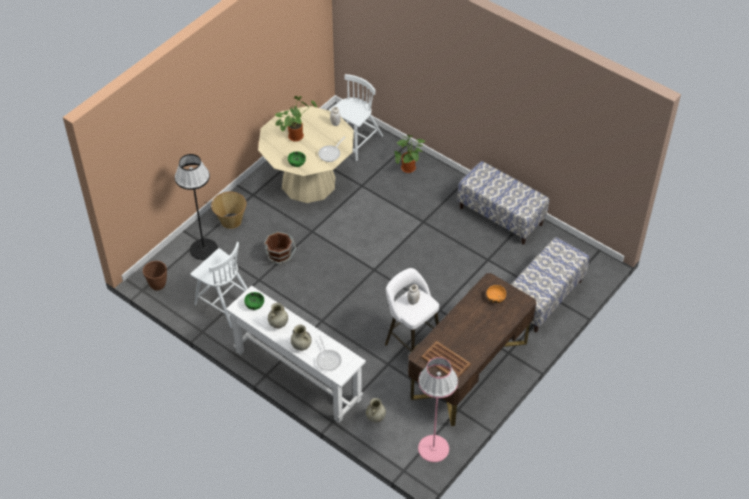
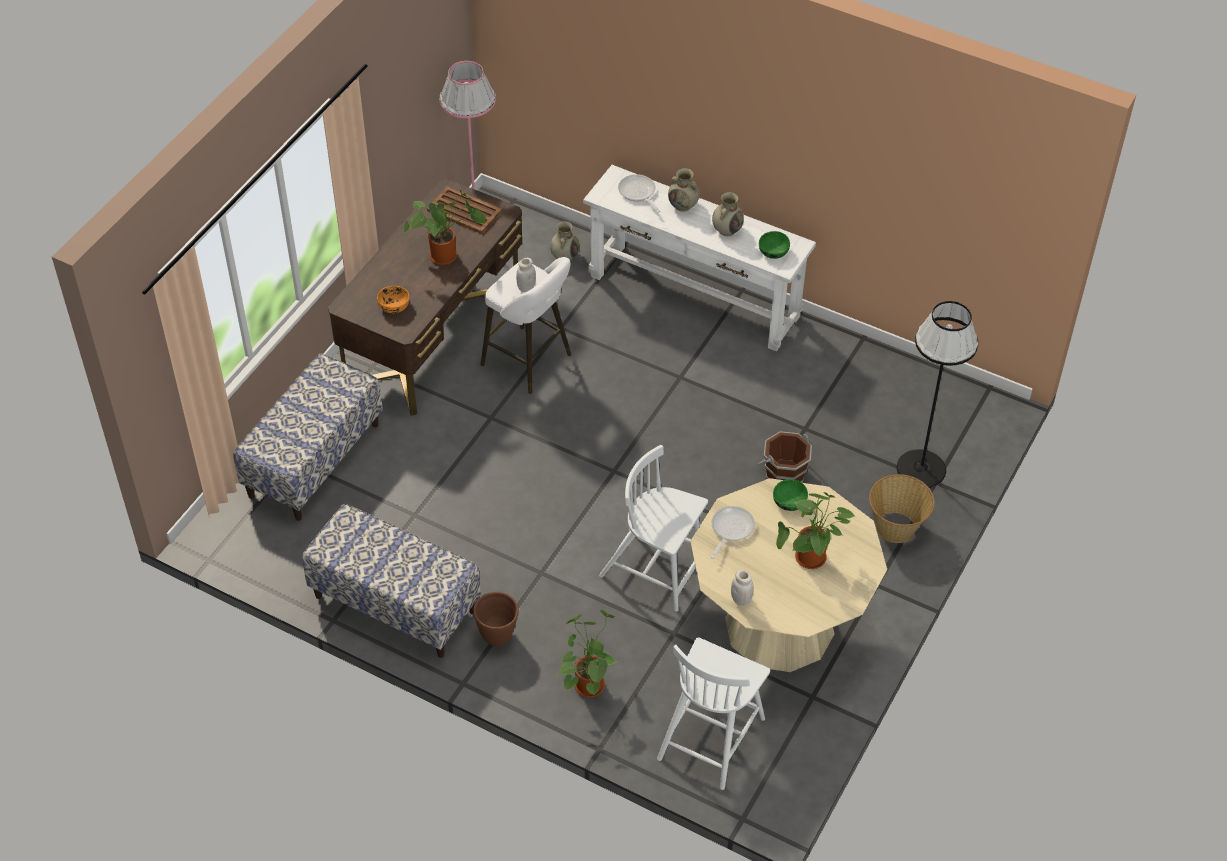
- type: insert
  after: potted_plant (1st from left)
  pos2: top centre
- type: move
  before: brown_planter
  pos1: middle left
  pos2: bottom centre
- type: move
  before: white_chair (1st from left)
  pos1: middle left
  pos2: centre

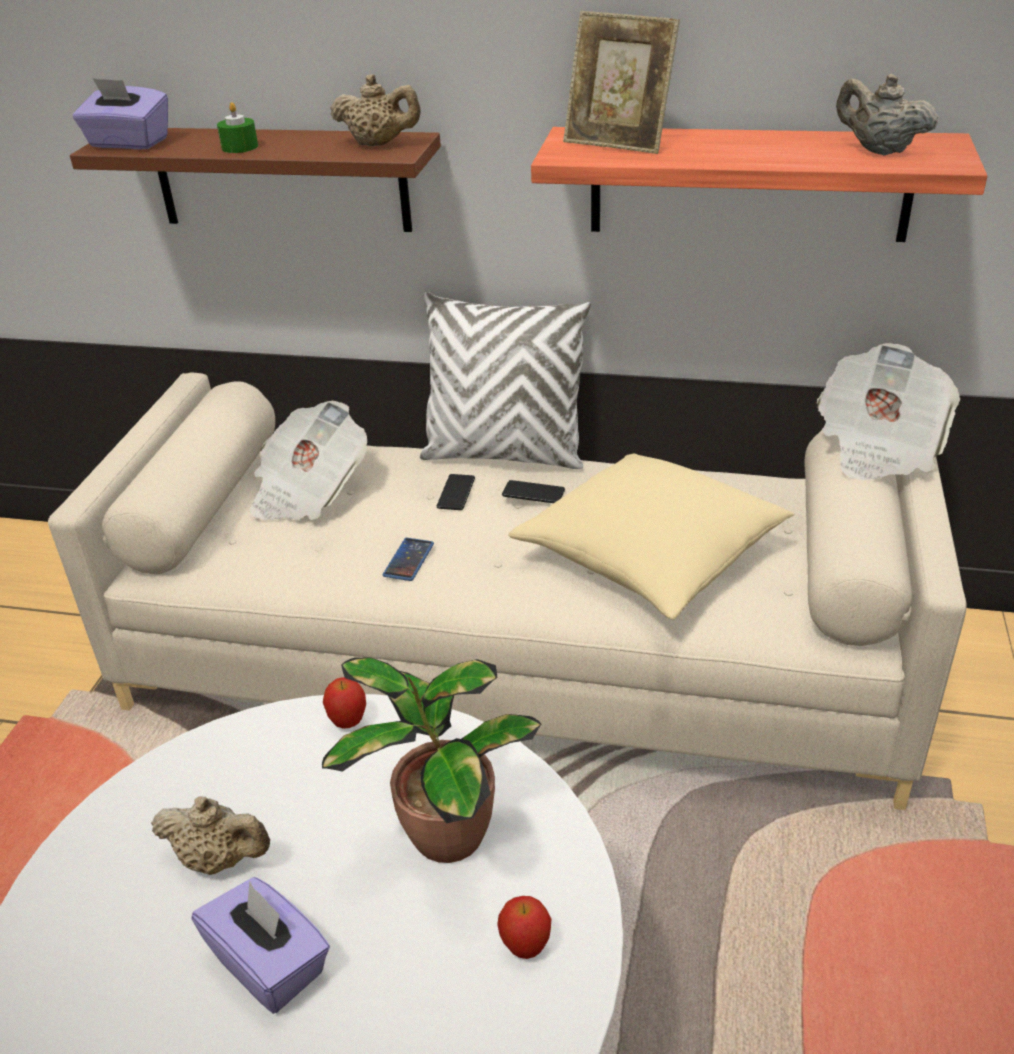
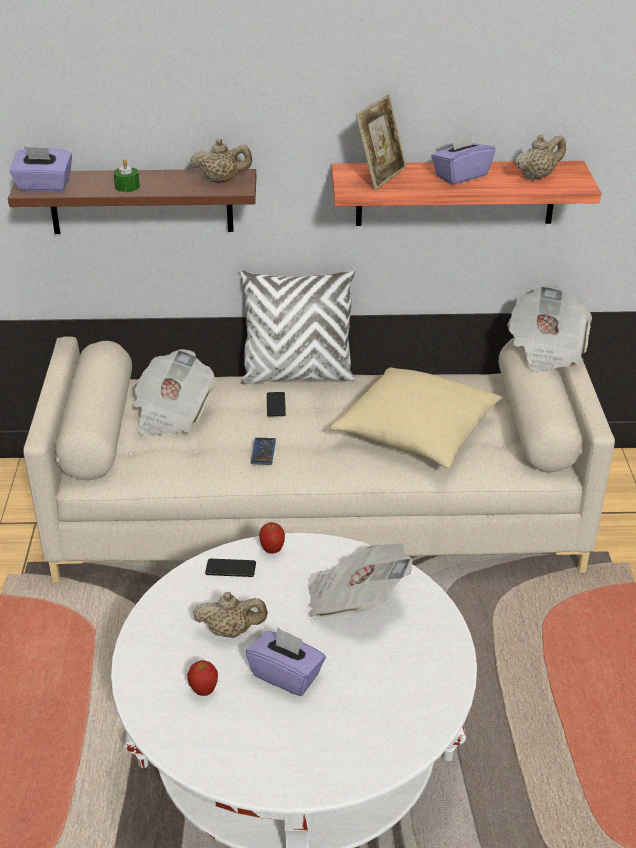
- type: move
  before: apple (2nd from left in the first image)
  after: apple (1st from left)
  pos1: bottom centre
  pos2: bottom left
- type: move
  before: phone (3rd from left in the first image)
  after: phone (1st from left)
  pos1: centre
  pos2: bottom centre
- type: replace
  before: potted_plant
  after: newspaper (2nd from left)
  pos1: bottom centre
  pos2: bottom centre
- type: rotate
  before: picture_frame
  pos1: top centre
  pos2: top centre
  turn: -75
- type: insert
  after: purple_tissue_box (3rd from left)
  pos2: top right
- type: rotate
  before: beige_teapot (3rd from left)
  pos1: top right
  pos2: top right
  turn: 120

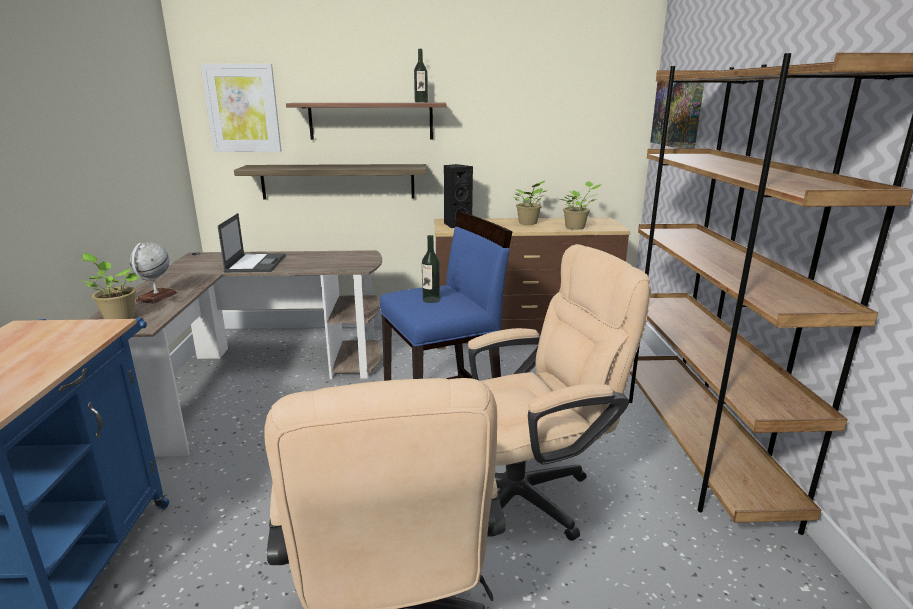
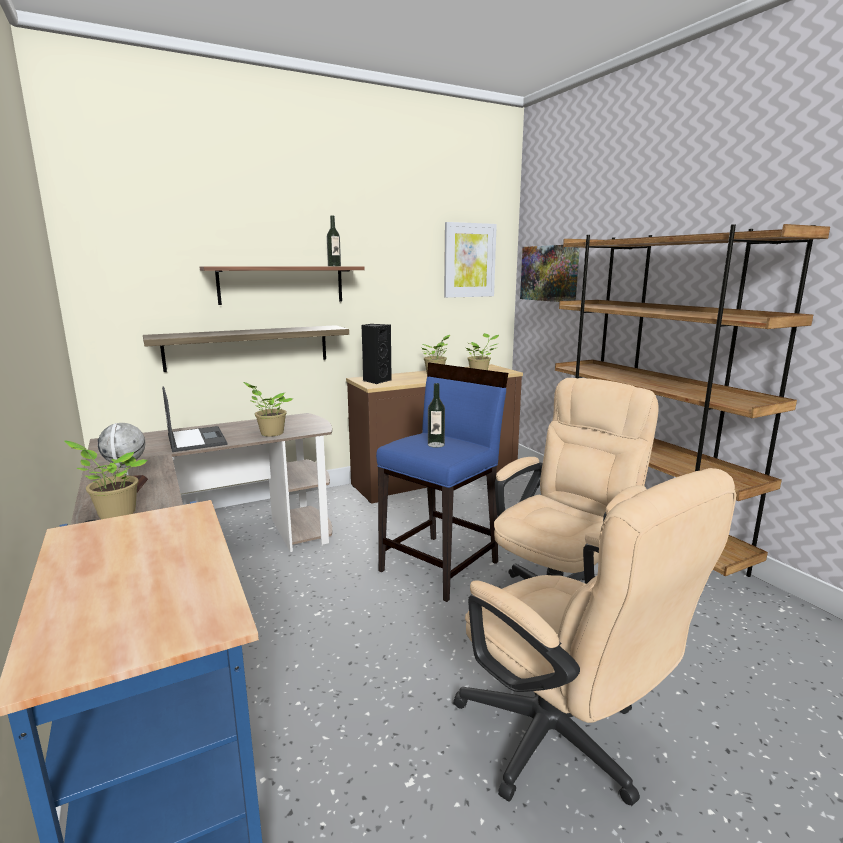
- type: insert
  after: potted_plant (2nd from left)
  pos2: middle left
- type: move
  before: picture (1st from left)
  pos1: top left
  pos2: top centre

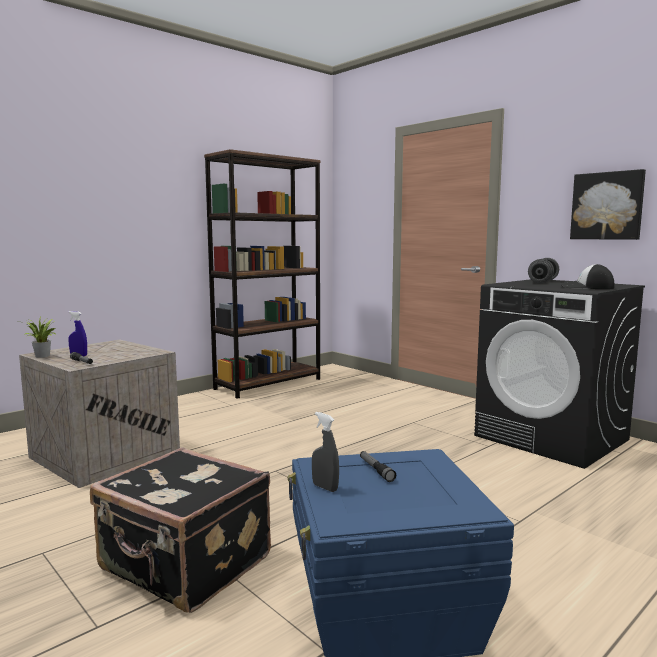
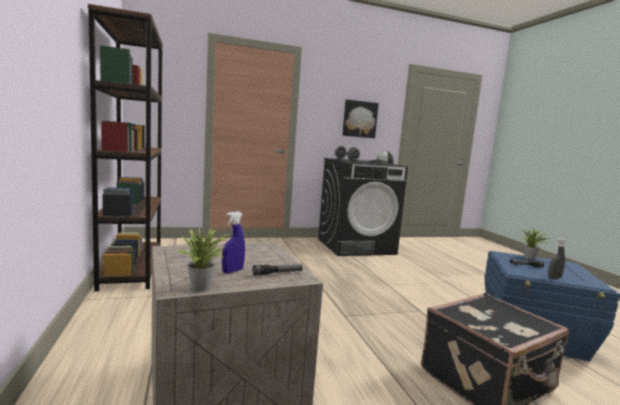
- type: insert
  after: potted_plant (2nd from left)
  pos2: middle right

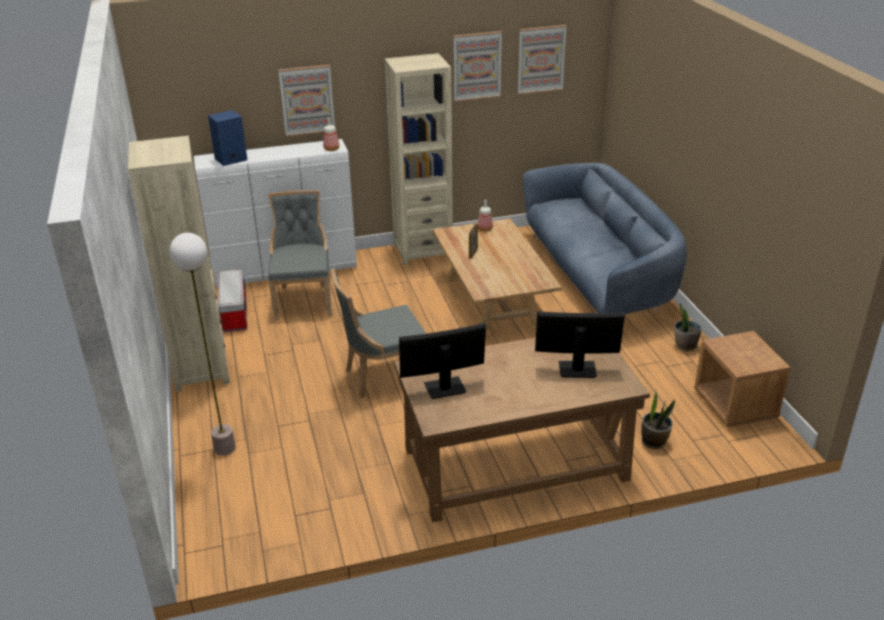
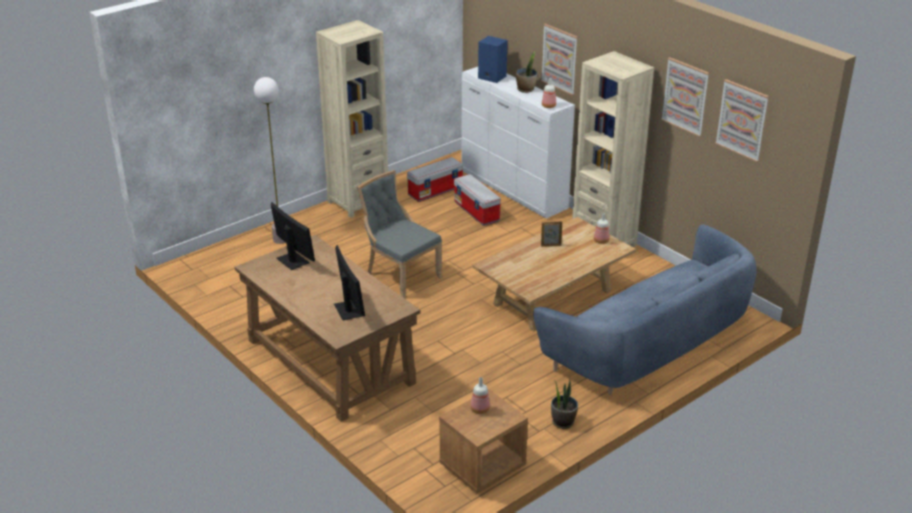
- type: replace
  before: grey_chair (1st from left)
  after: storage_box (2nd from left)
  pos1: centre
  pos2: centre
- type: insert
  after: bottle (1st from left)
  pos2: bottom centre
- type: move
  before: potted_plant (1st from left)
  pos1: bottom right
  pos2: top centre

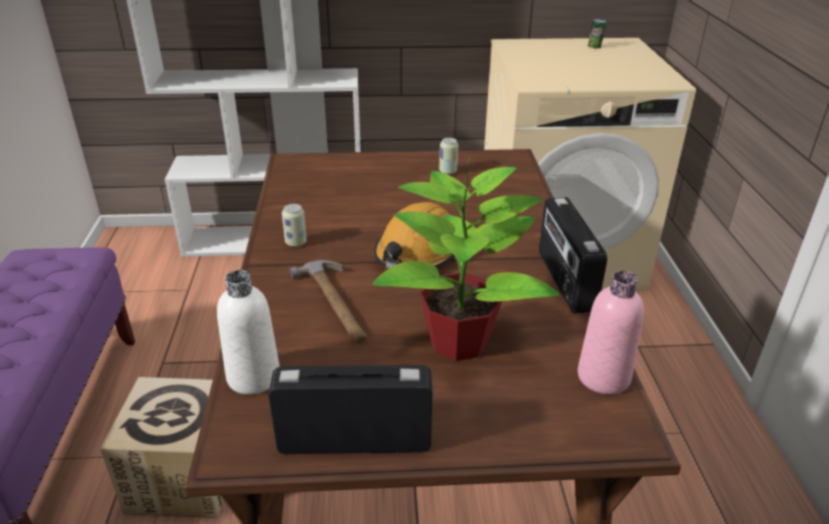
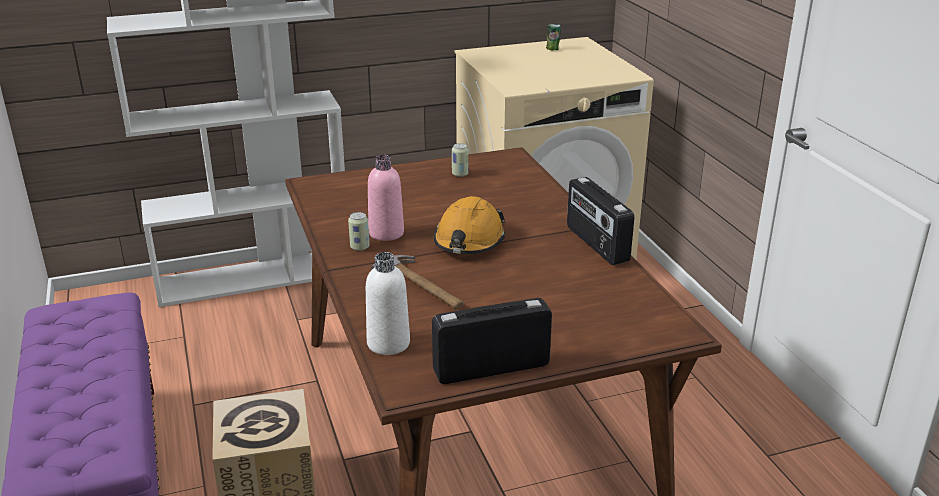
- type: move
  before: pink_bottle
  pos1: middle right
  pos2: centre
- type: delete
  before: potted_plant
  pos1: centre

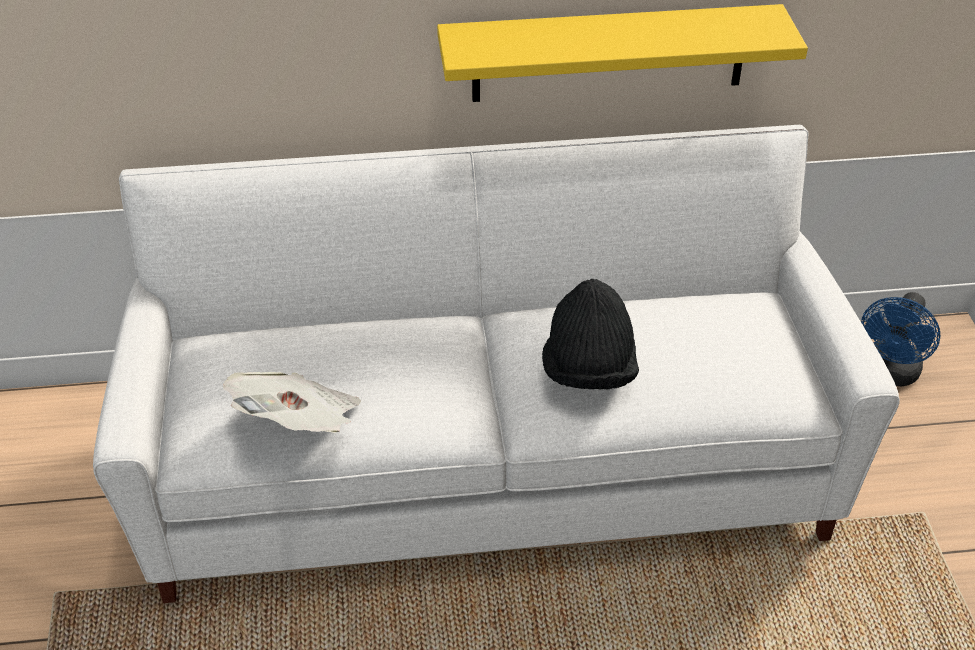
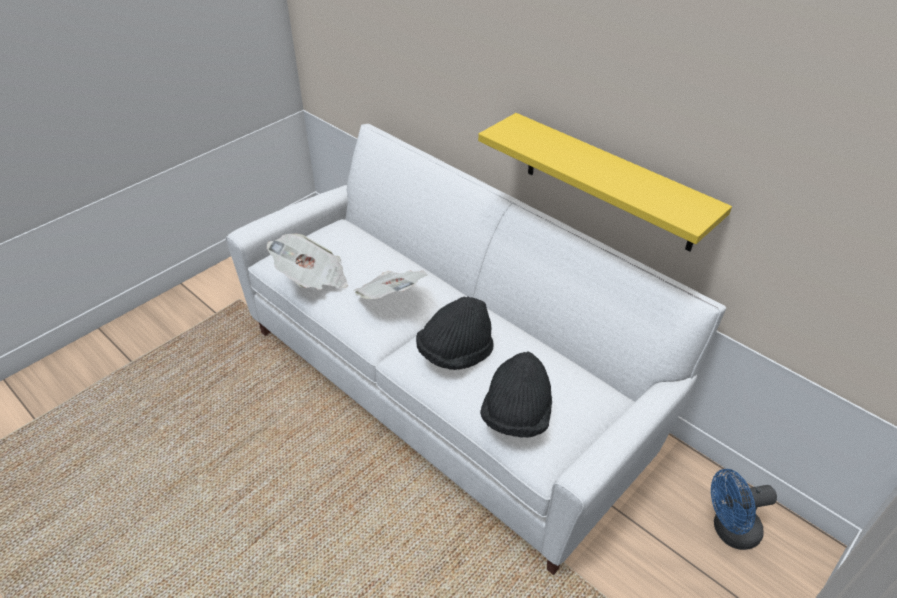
- type: insert
  after: newspaper (2nd from left)
  pos2: centre
- type: insert
  after: black_hat (2nd from left)
  pos2: centre

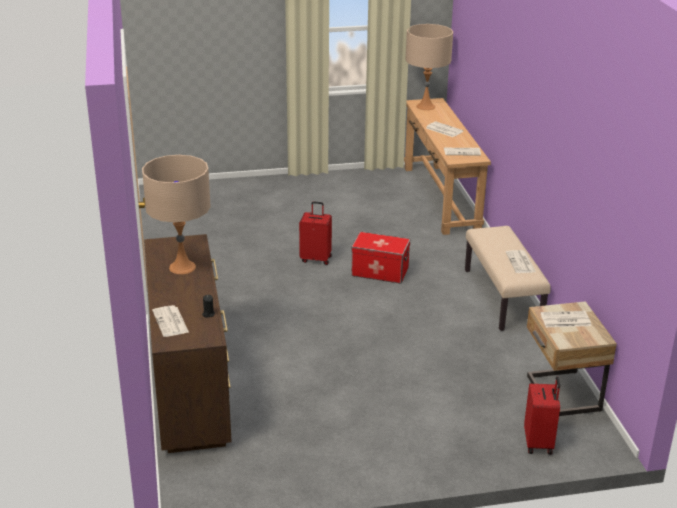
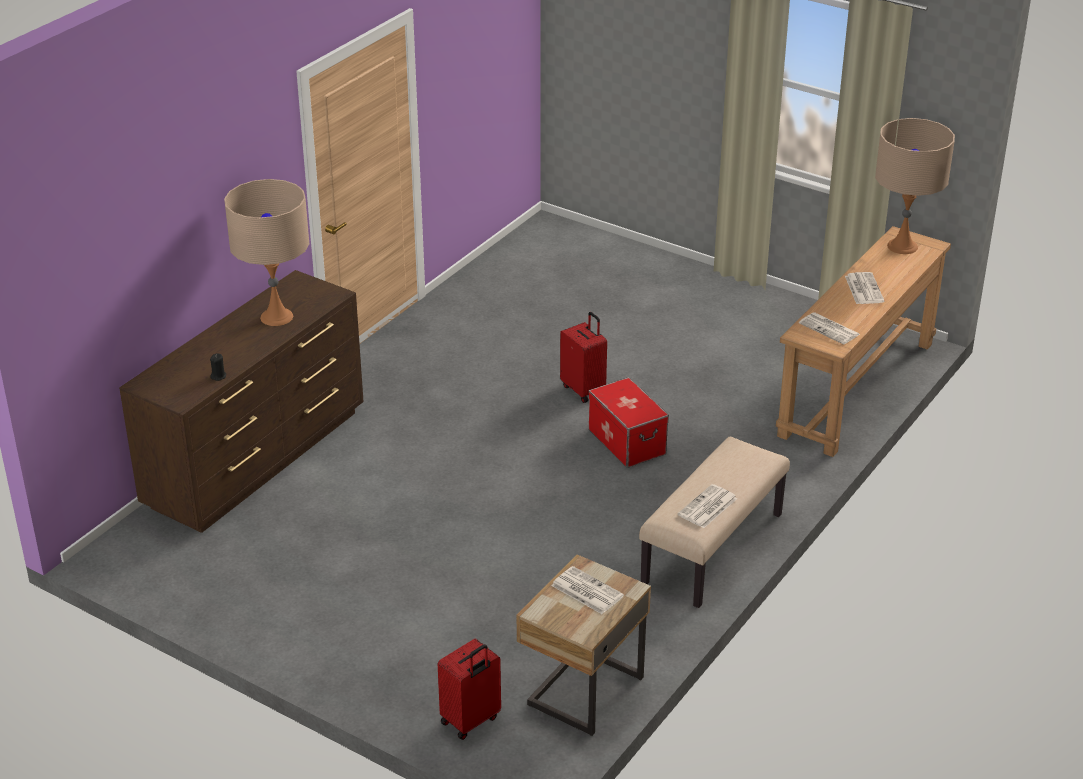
- type: delete
  before: newspaper (1st from left)
  pos1: middle left

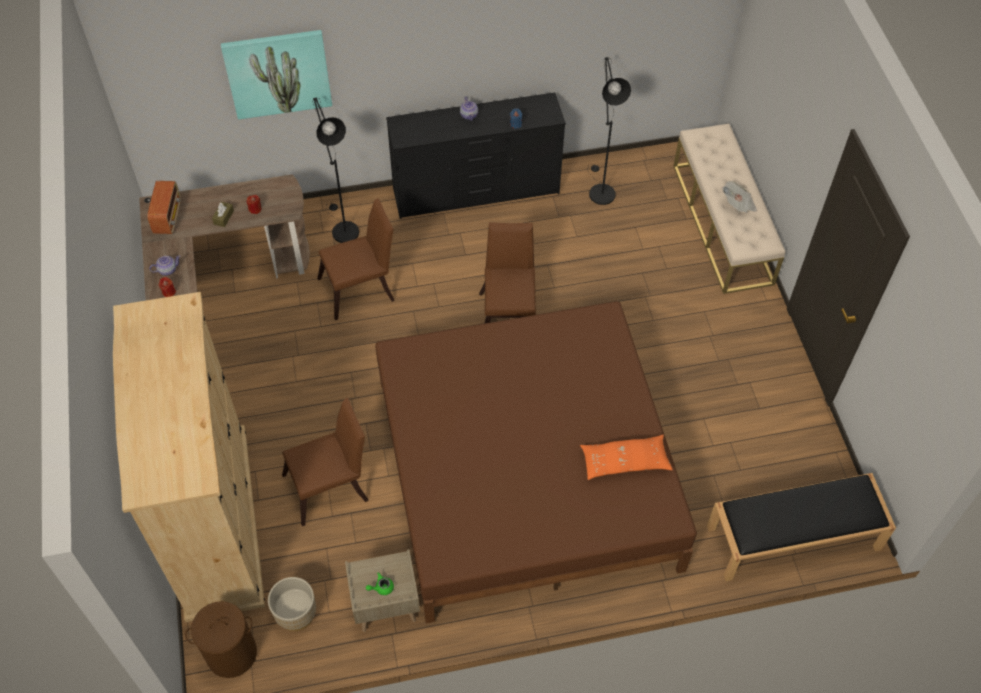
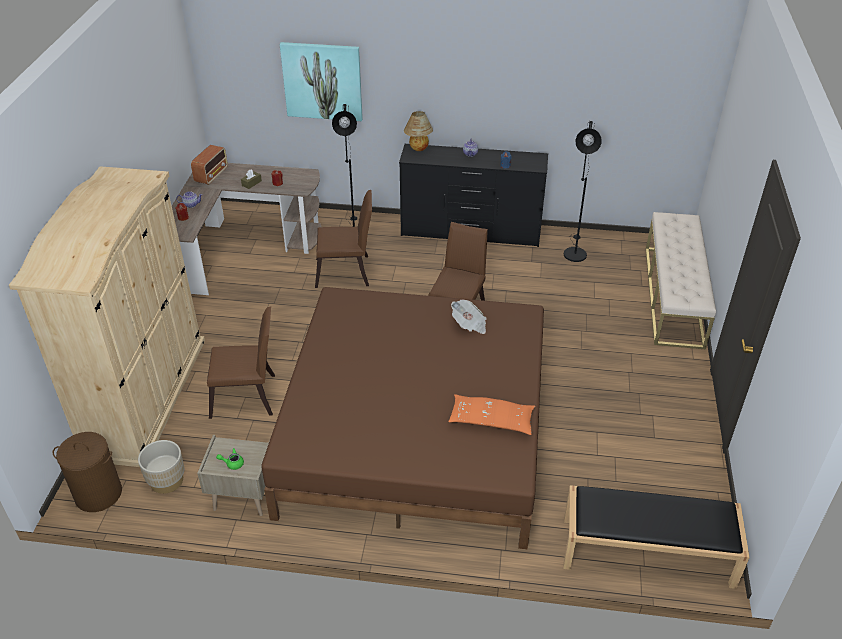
- type: insert
  after: table_lamp
  pos2: top centre
- type: move
  before: newspaper
  pos1: top right
  pos2: centre

